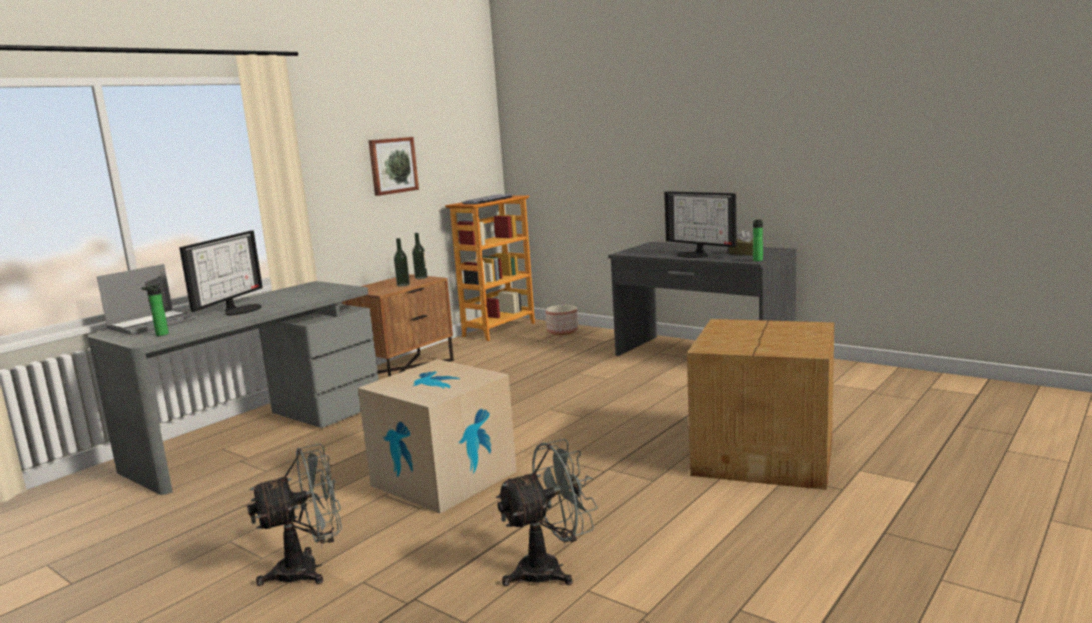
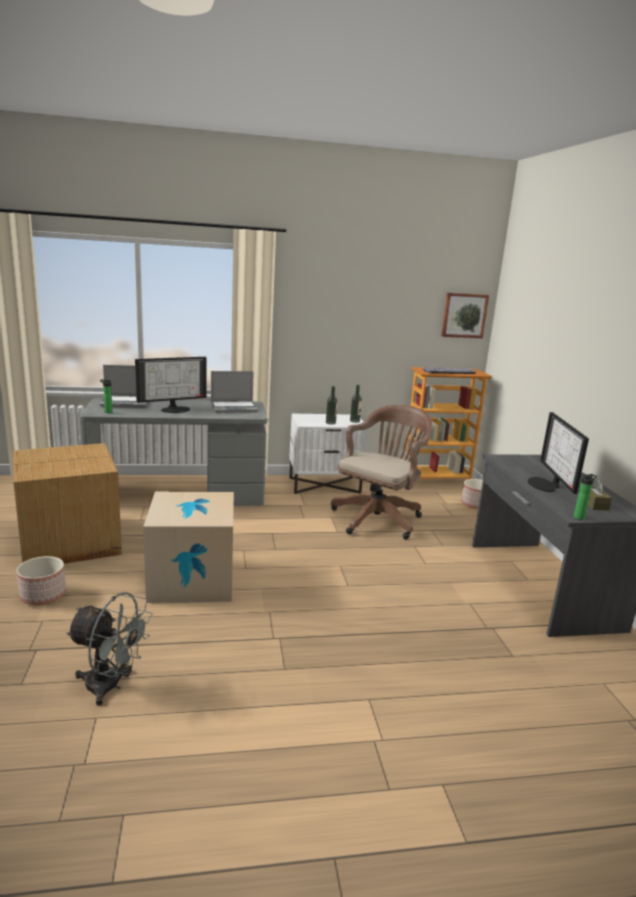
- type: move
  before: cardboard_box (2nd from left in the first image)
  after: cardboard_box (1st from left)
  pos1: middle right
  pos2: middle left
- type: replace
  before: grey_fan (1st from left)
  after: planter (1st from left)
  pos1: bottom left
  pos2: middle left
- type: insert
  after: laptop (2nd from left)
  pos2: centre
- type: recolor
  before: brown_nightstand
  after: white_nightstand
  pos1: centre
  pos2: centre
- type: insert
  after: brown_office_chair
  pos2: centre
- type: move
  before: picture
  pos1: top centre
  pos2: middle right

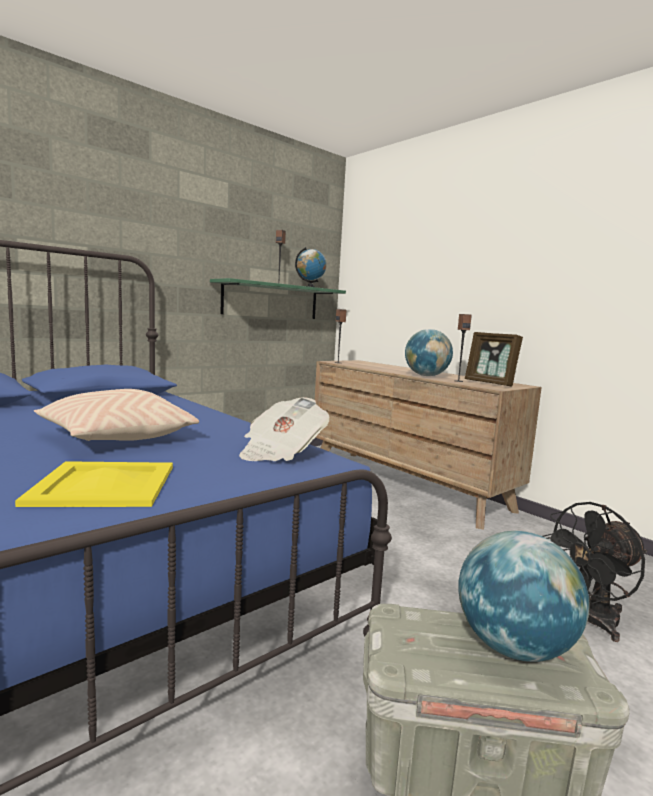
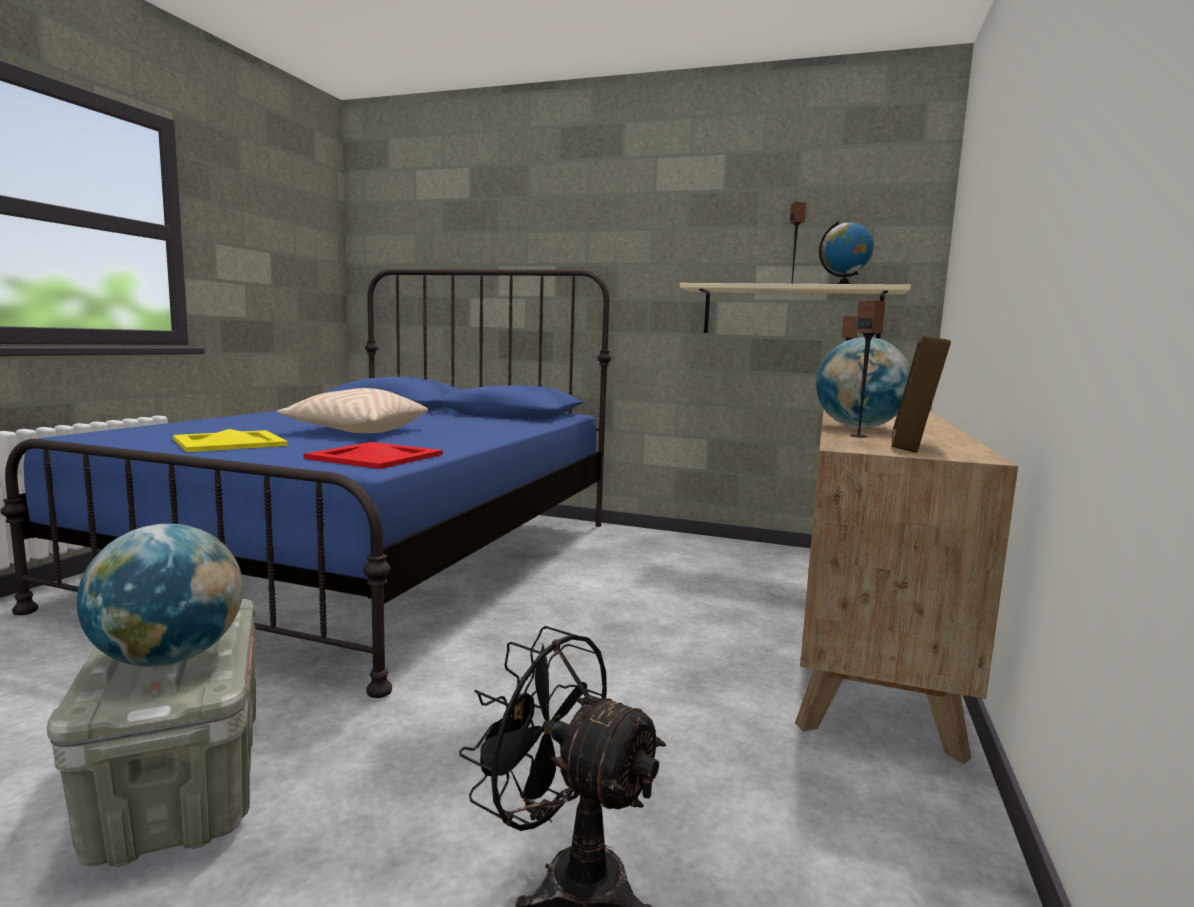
- type: replace
  before: newspaper
  after: red_tray
  pos1: centre
  pos2: middle left
- type: recolor
  before: green_shelf
  after: beige_shelf
  pos1: centre
  pos2: centre

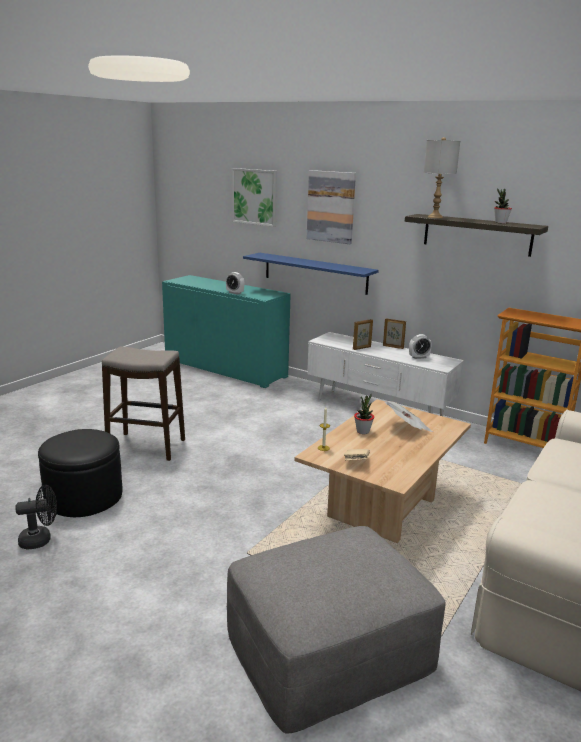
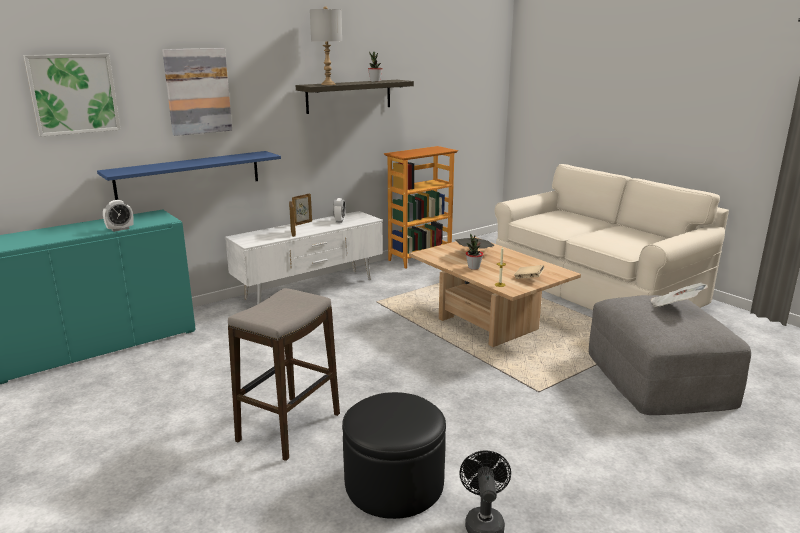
- type: insert
  after: newspaper (2nd from left)
  pos2: middle right

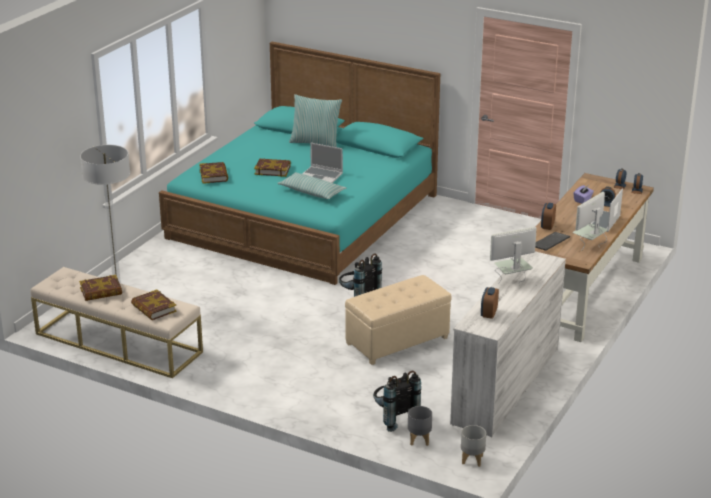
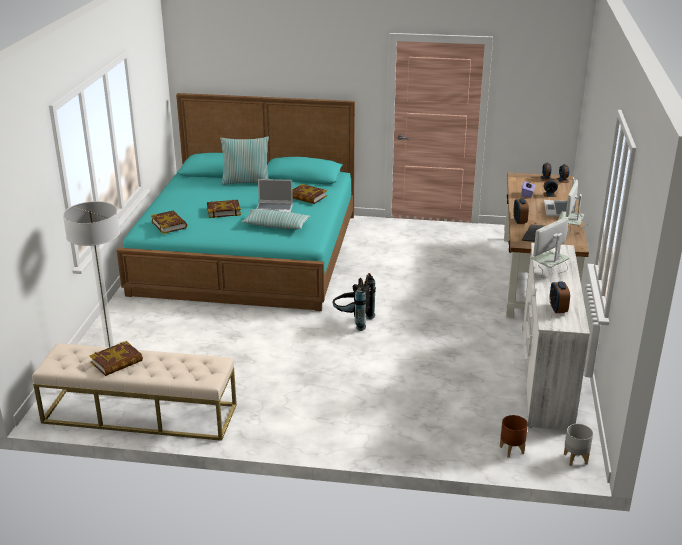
- type: move
  before: book (2nd from left in the first image)
  after: book (4th from left)
  pos1: middle left
  pos2: centre
- type: recolor
  before: grey_planter (1st from left)
  after: brown_planter
  pos1: bottom centre
  pos2: bottom right
- type: delete
  before: beige_ottoman
  pos1: centre
- type: delete
  before: black_backpack (2nd from left)
  pos1: bottom centre

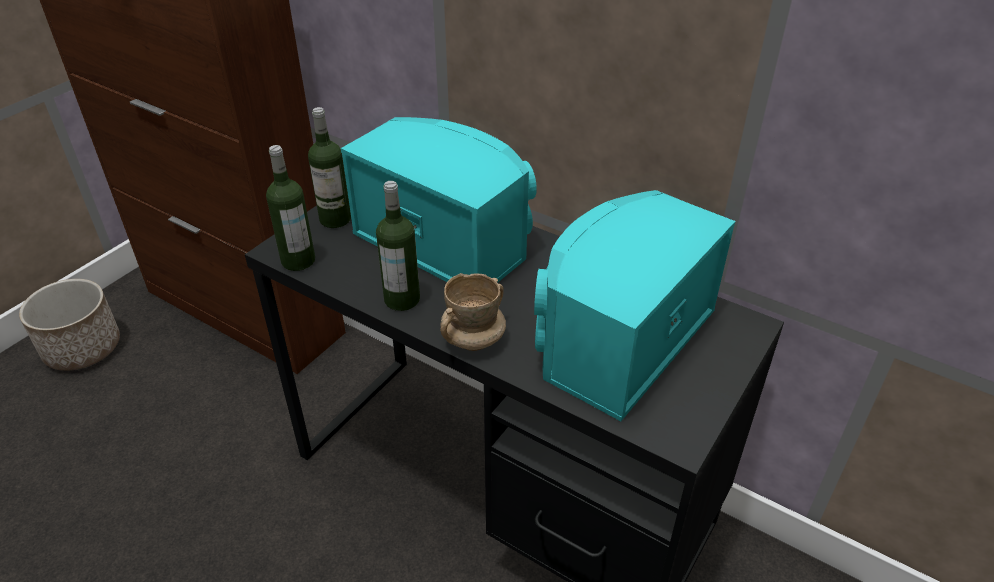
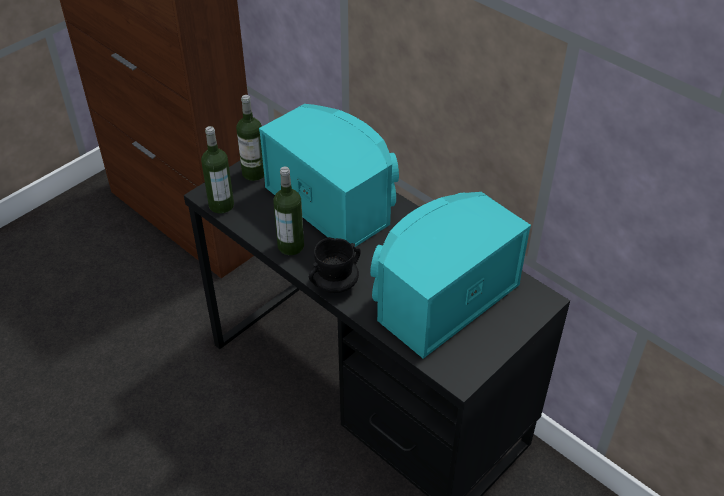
- type: recolor
  before: beige_mug
  after: black_mug
  pos1: centre
  pos2: centre
- type: delete
  before: planter
  pos1: middle left

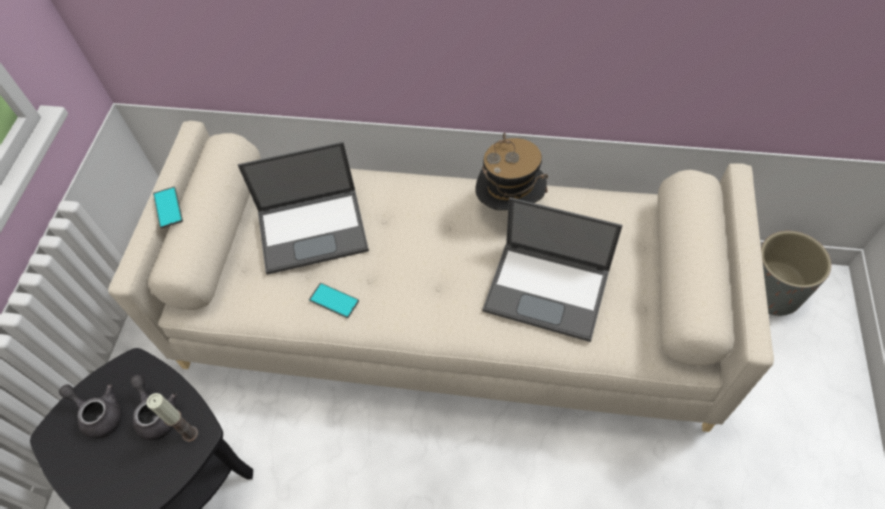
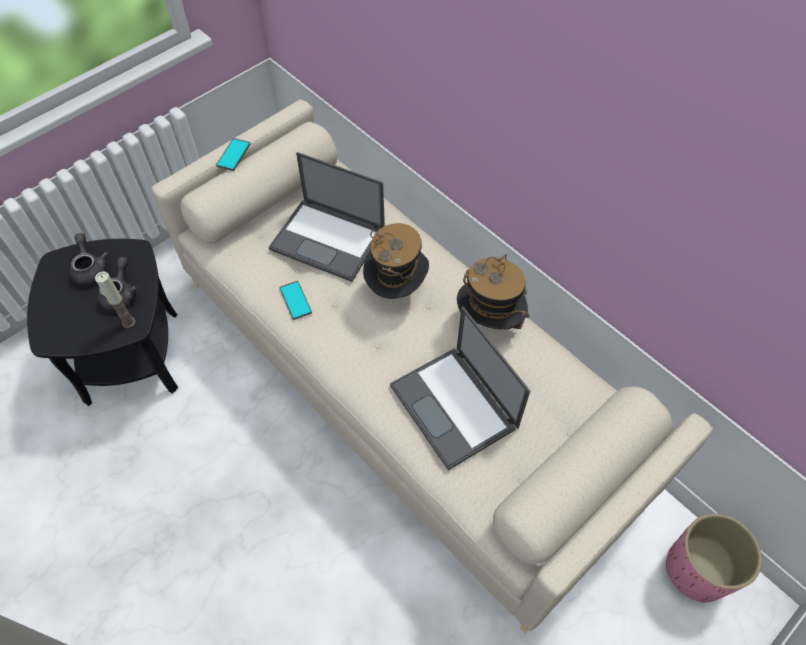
- type: insert
  after: hat (1st from left)
  pos2: centre
- type: recolor
  before: grey_planter
  after: pink_planter
  pos1: middle right
  pos2: bottom right

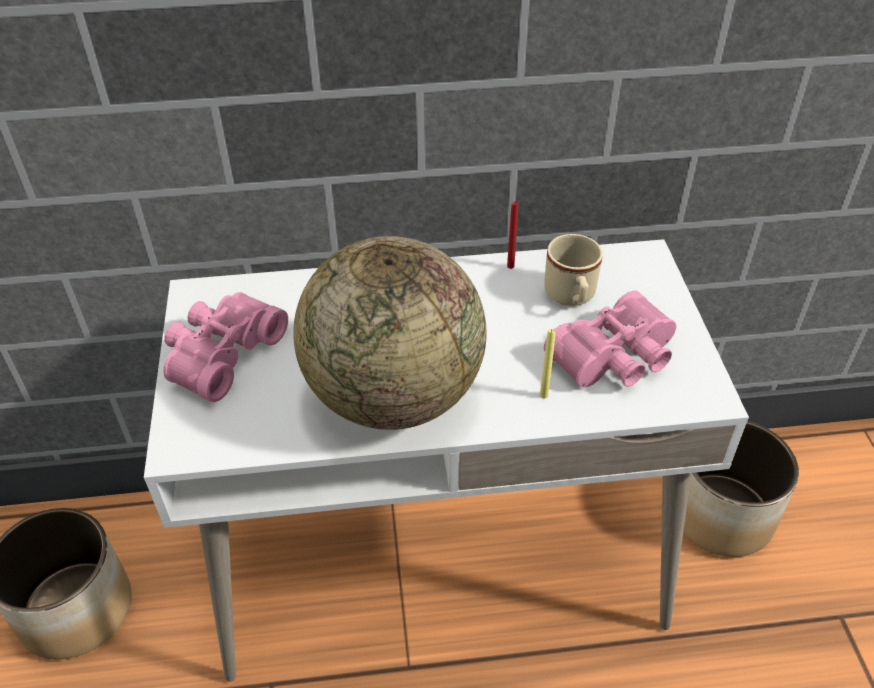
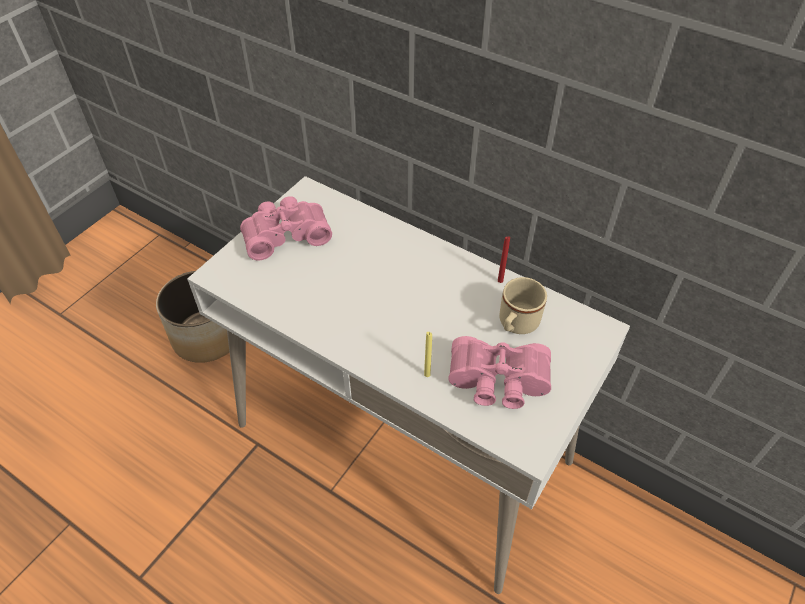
- type: delete
  before: globe
  pos1: centre
- type: delete
  before: planter (2nd from left)
  pos1: bottom right

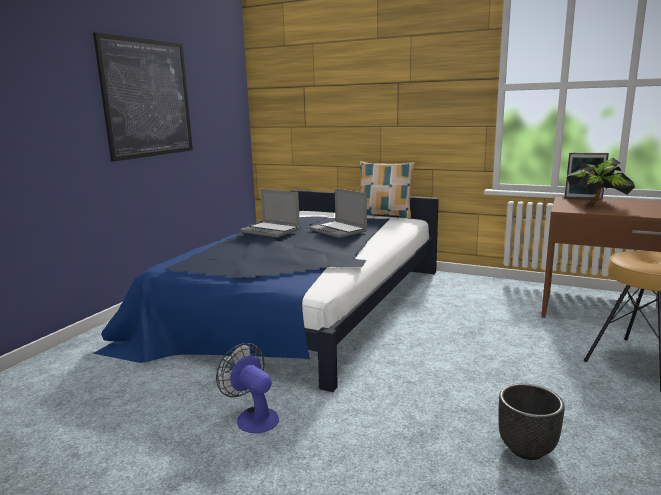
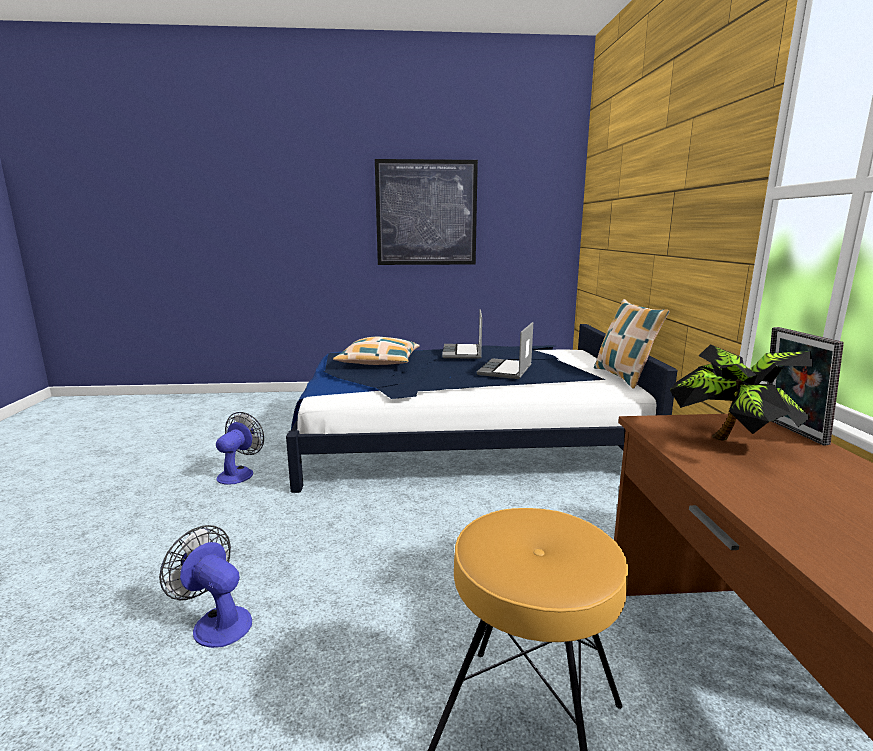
- type: replace
  before: black_planter
  after: fan (1st from left)
  pos1: bottom right
  pos2: bottom left
- type: insert
  after: pillow (1st from left)
  pos2: centre

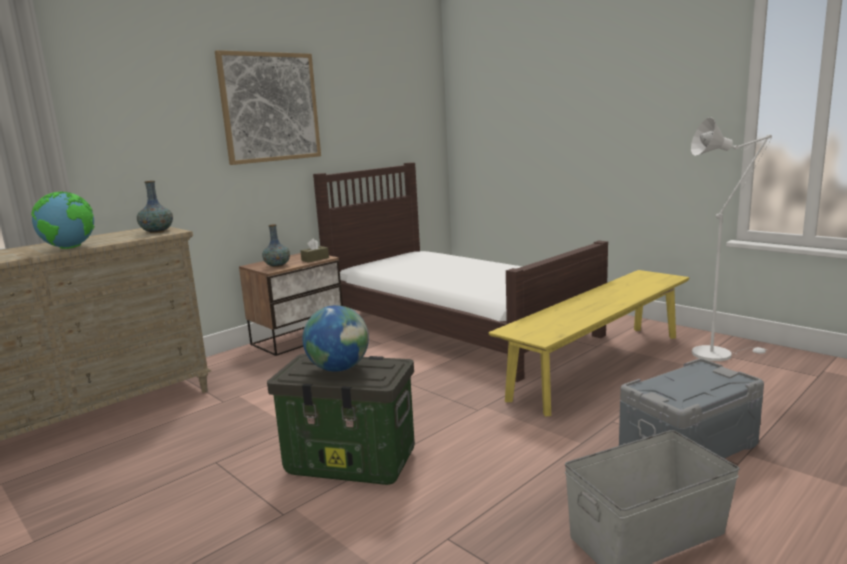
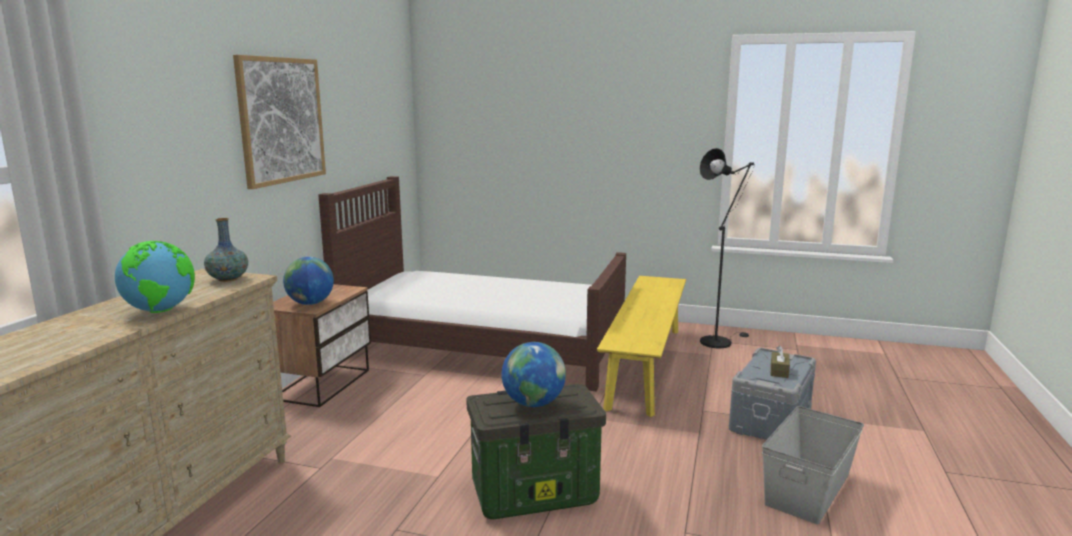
- type: replace
  before: vase (2nd from left)
  after: globe (2nd from left)
  pos1: middle left
  pos2: middle left
- type: recolor
  before: white_floor_lamp
  after: black_floor_lamp
  pos1: middle right
  pos2: middle right
- type: move
  before: brown_tissue_box
  pos1: centre
  pos2: bottom right

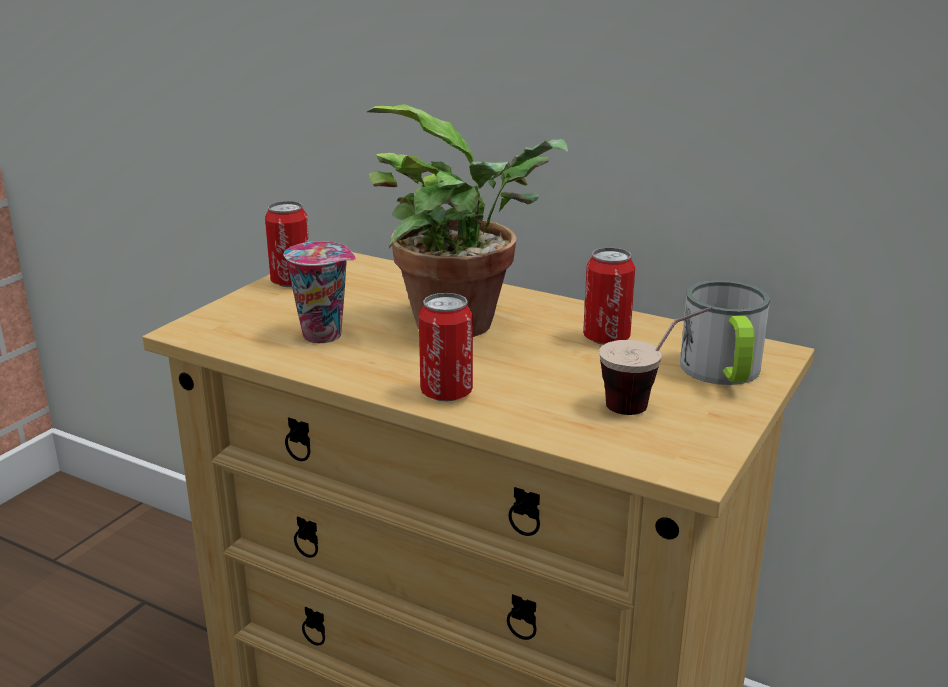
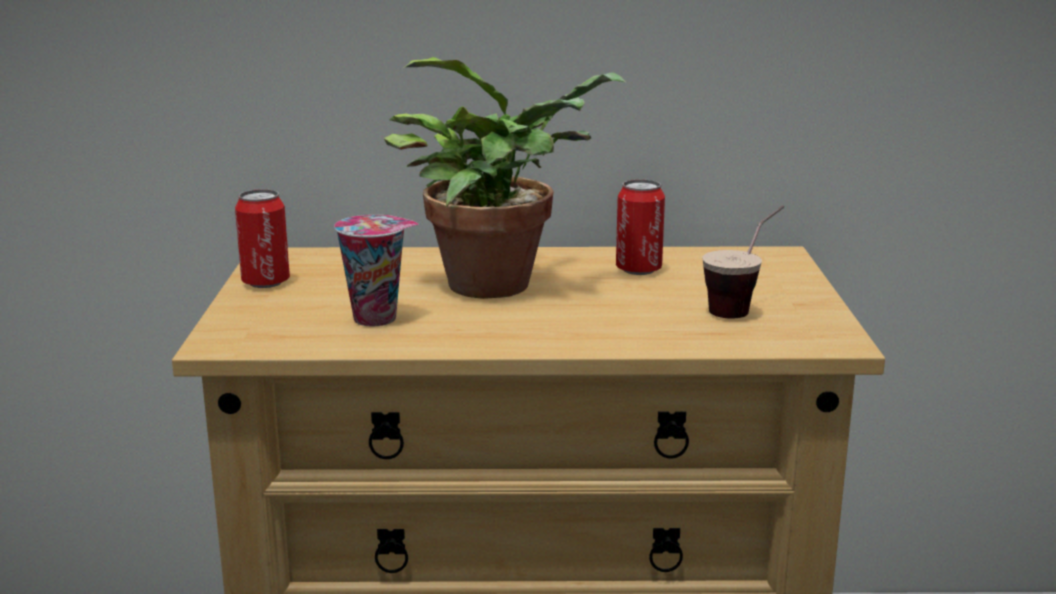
- type: delete
  before: can (2nd from left)
  pos1: centre
- type: delete
  before: mug
  pos1: middle right

